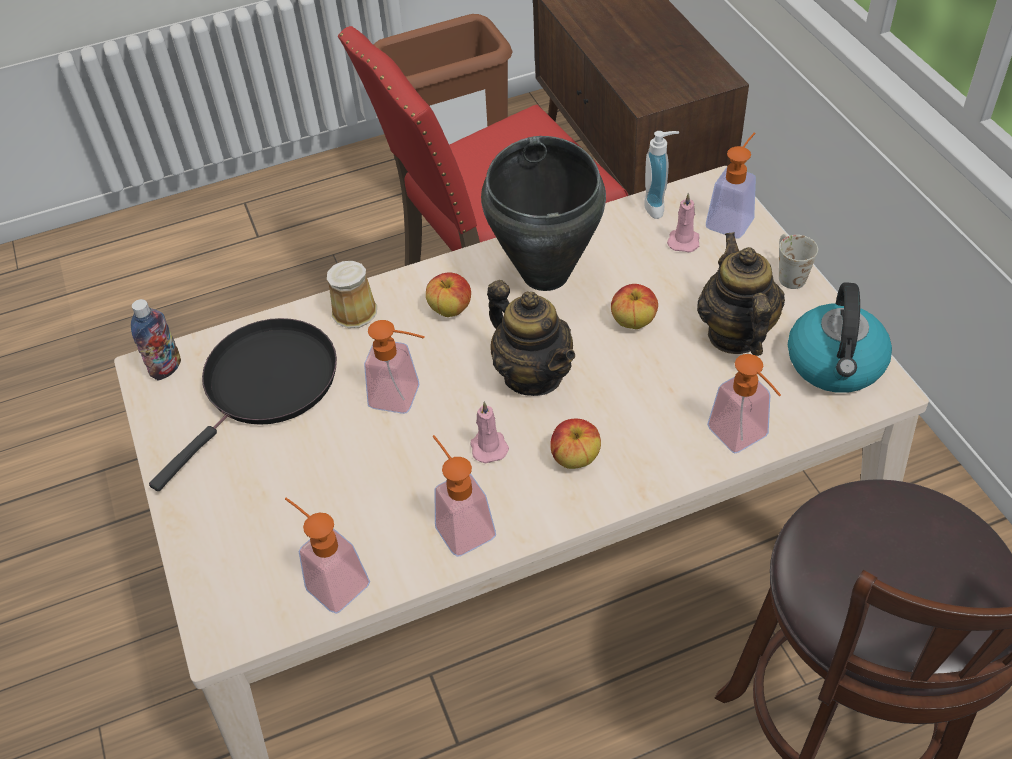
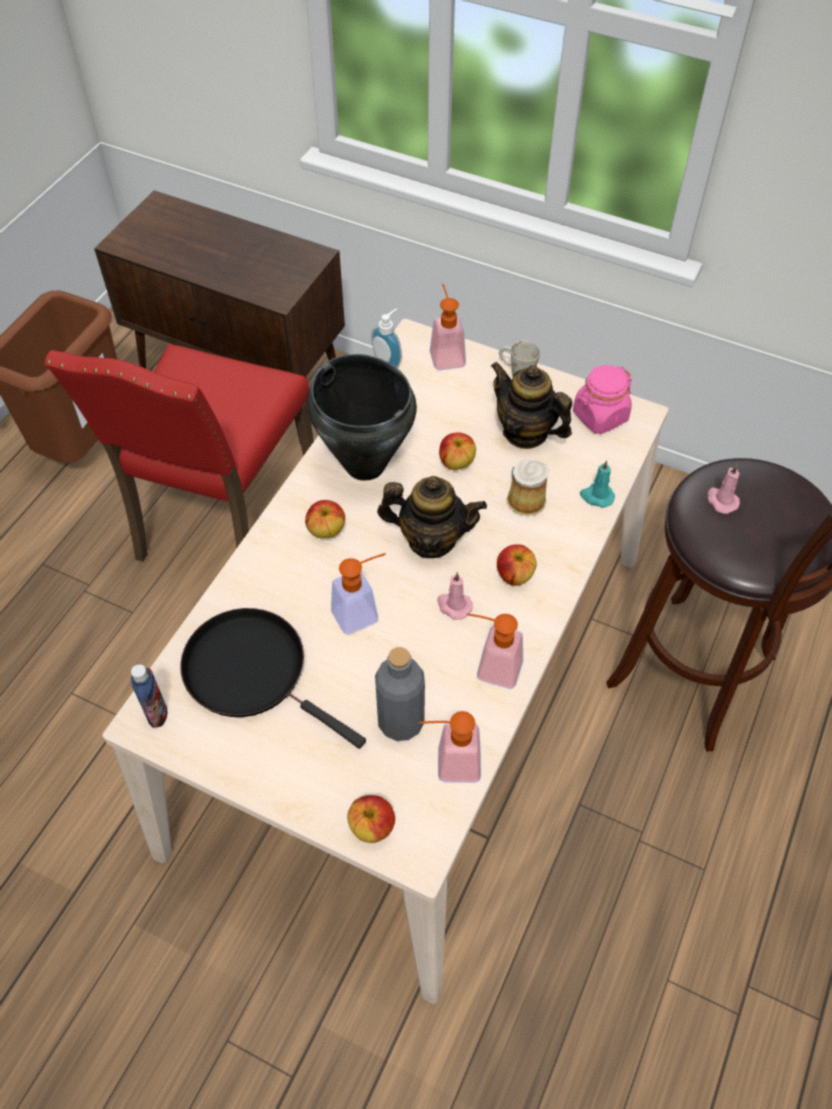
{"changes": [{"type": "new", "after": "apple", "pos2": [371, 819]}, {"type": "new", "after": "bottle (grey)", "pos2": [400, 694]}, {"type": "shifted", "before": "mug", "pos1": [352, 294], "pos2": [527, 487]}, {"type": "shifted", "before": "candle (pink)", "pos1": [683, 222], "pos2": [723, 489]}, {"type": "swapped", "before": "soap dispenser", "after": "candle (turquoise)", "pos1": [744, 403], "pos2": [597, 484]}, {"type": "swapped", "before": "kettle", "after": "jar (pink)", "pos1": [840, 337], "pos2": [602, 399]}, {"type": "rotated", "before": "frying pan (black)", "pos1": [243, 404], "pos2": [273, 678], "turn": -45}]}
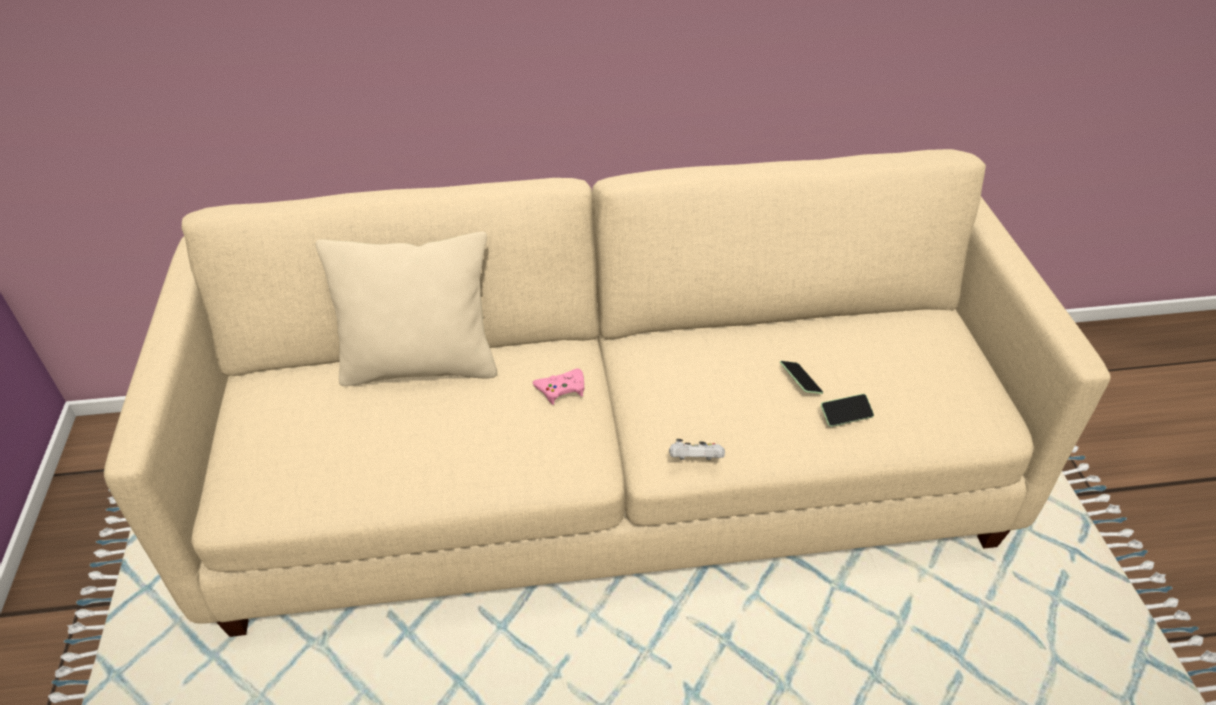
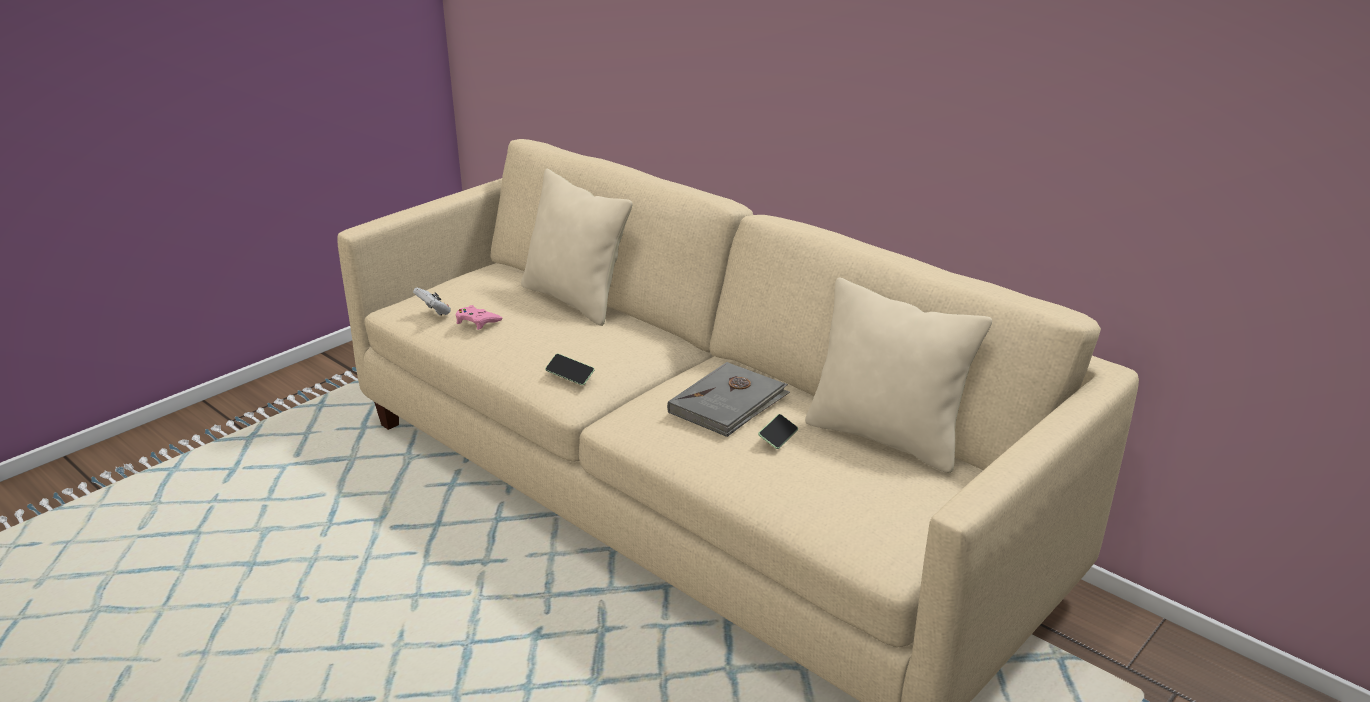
{"changes": [{"type": "new", "after": "book (grey)", "pos2": [728, 399]}, {"type": "new", "after": "pillow (beige)", "pos2": [898, 375]}, {"type": "shifted", "before": "game controller (pink)", "pos1": [558, 387], "pos2": [479, 317]}, {"type": "shifted", "before": "game controller (white)", "pos1": [697, 449], "pos2": [432, 301]}, {"type": "shifted", "before": "phone", "pos1": [847, 410], "pos2": [570, 369]}]}
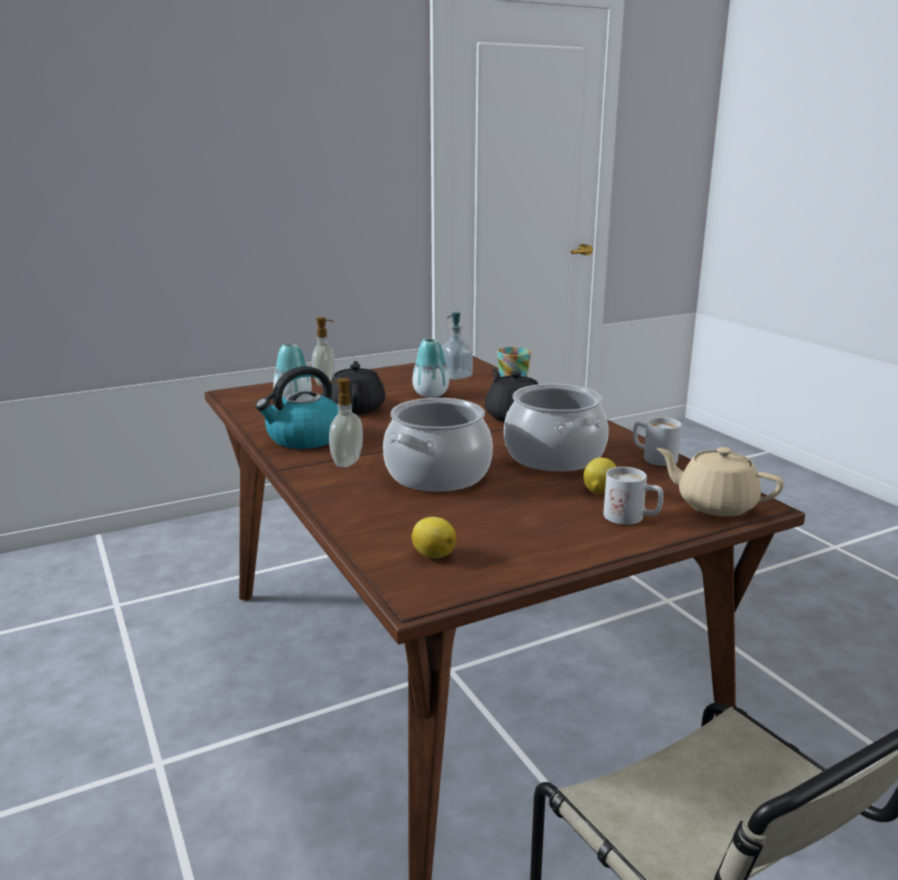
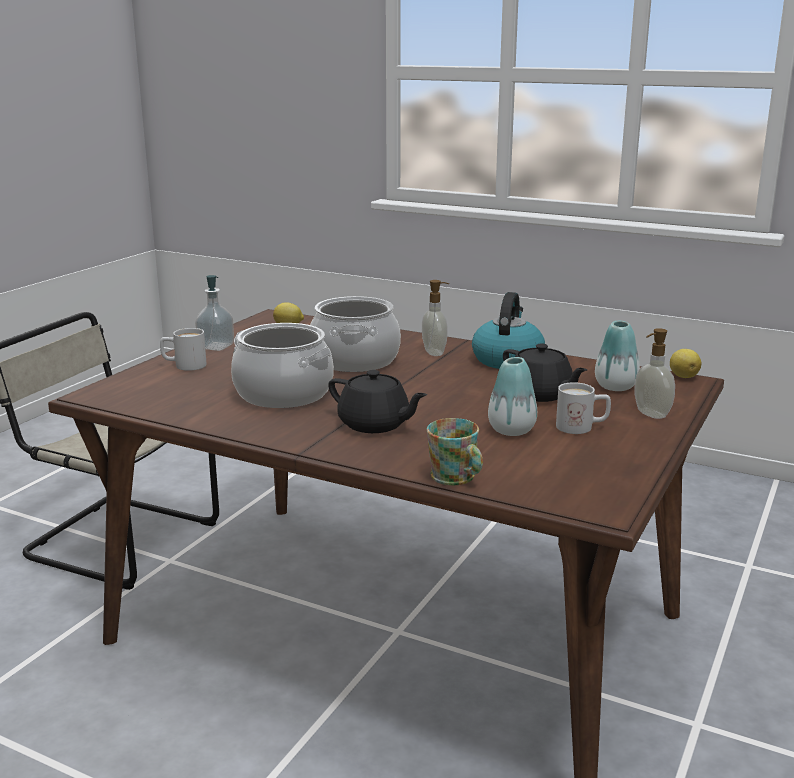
{"changes": [{"type": "gone", "before": "teapot (beige)", "pos1": [720, 482]}, {"type": "shifted", "before": "soap dispenser", "pos1": [457, 346], "pos2": [214, 313]}, {"type": "shifted", "before": "lemon", "pos1": [599, 475], "pos2": [686, 363]}, {"type": "shifted", "before": "mug (white)", "pos1": [657, 441], "pos2": [583, 408]}]}
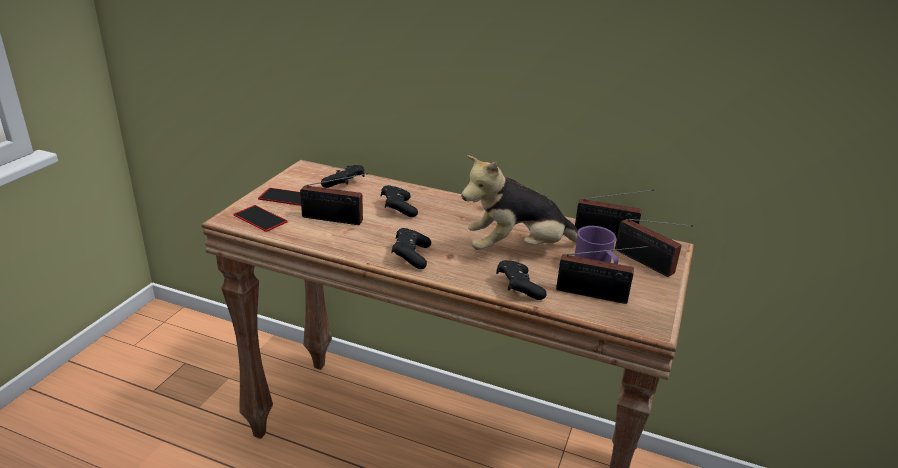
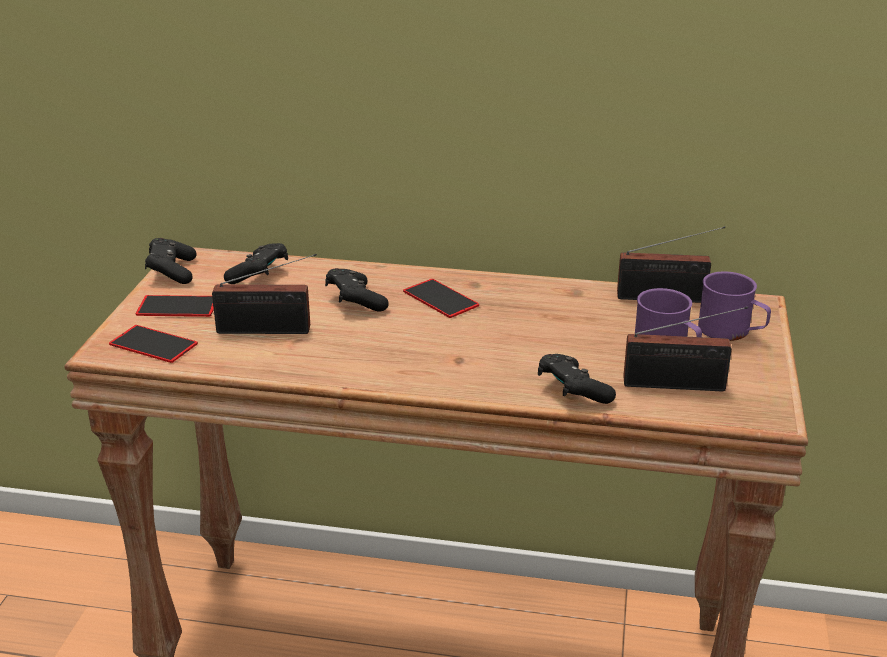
{"changes": [{"type": "gone", "before": "plush toy", "pos1": [519, 202]}, {"type": "new", "after": "phone", "pos2": [441, 298]}, {"type": "shifted", "before": "game controller (black)", "pos1": [411, 248], "pos2": [170, 261]}, {"type": "swapped", "before": "radio", "after": "mug (purple)", "pos1": [654, 248], "pos2": [734, 306]}]}
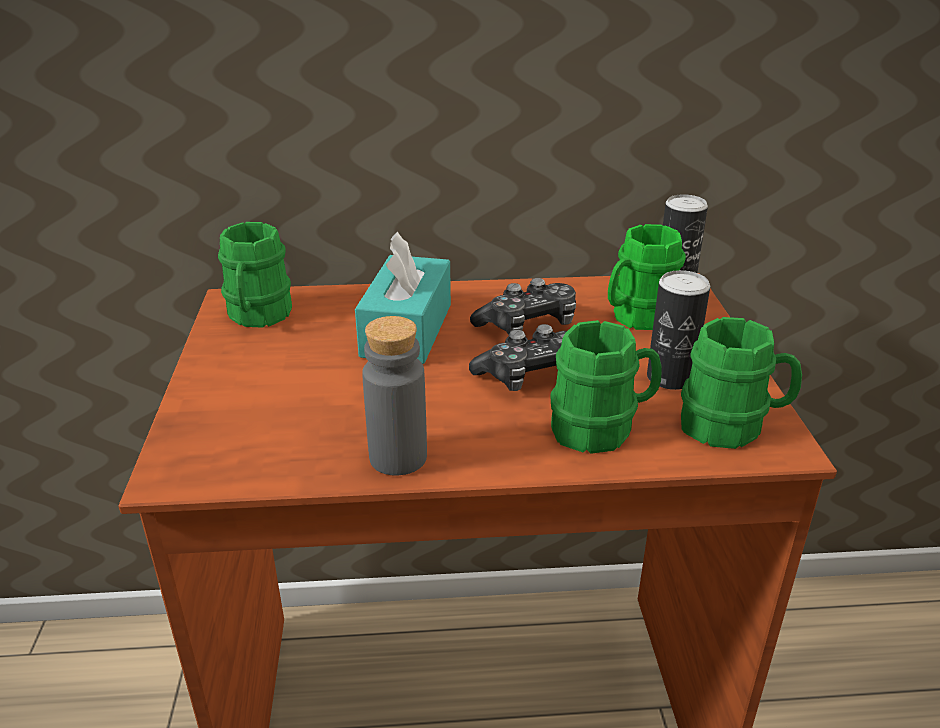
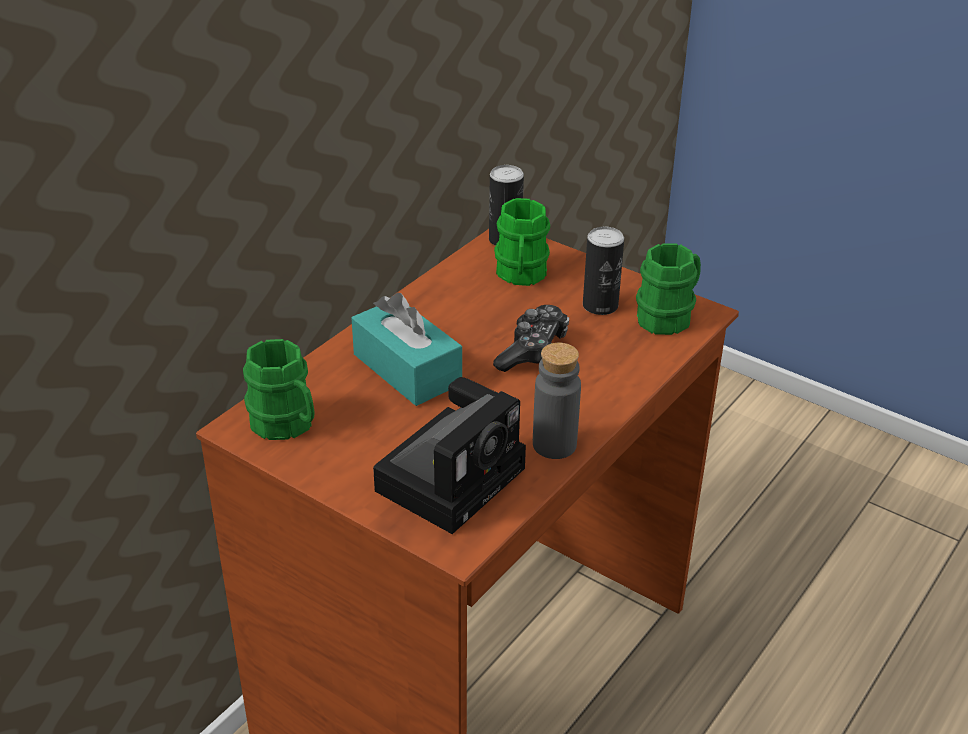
{"changes": [{"type": "gone", "before": "game controller", "pos1": [523, 306]}, {"type": "gone", "before": "mug (green)", "pos1": [606, 387]}, {"type": "new", "after": "photo camera", "pos2": [449, 455]}]}
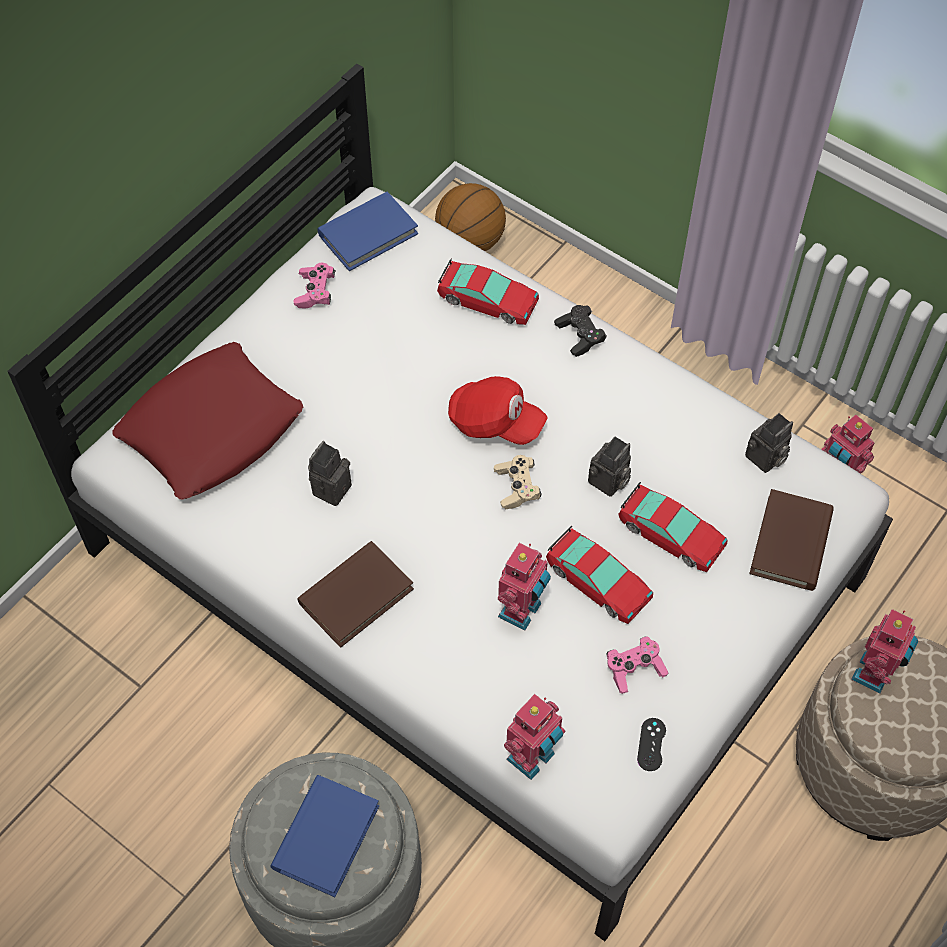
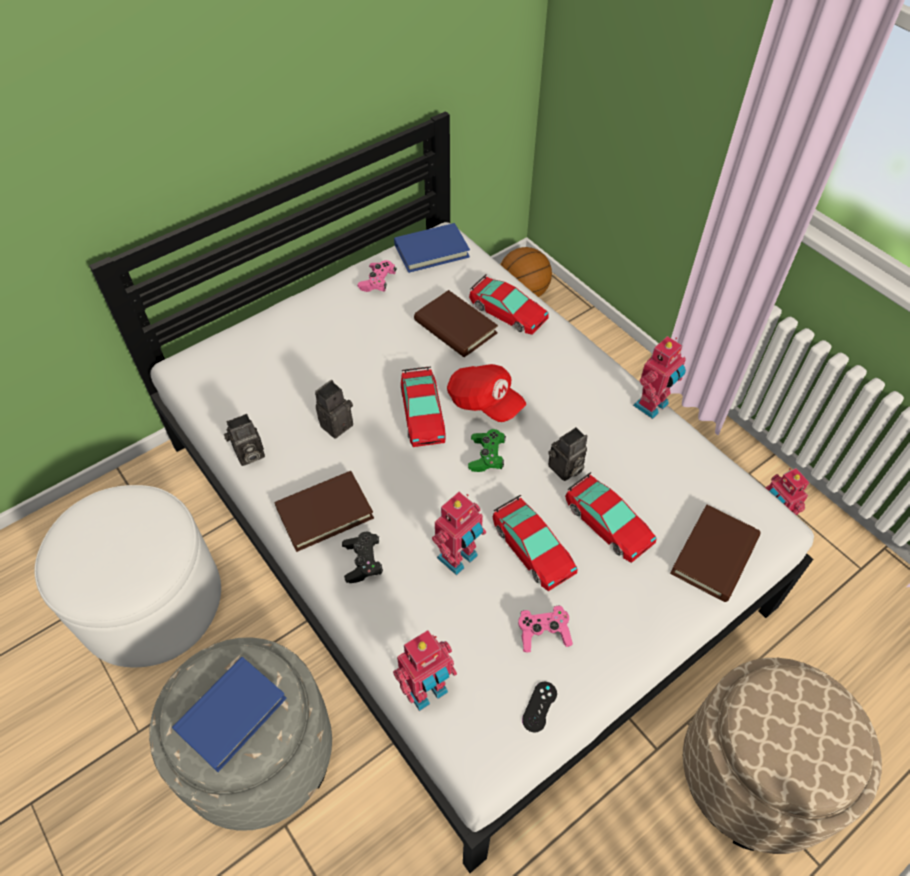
{"changes": [{"type": "gone", "before": "pillow (red)", "pos1": [207, 421]}, {"type": "new", "after": "ottoman (white)", "pos2": [128, 576]}, {"type": "new", "after": "toy car", "pos2": [423, 407]}, {"type": "new", "after": "book (brown)", "pos2": [456, 323]}, {"type": "shifted", "before": "game controller (black)", "pos1": [580, 331], "pos2": [362, 557]}, {"type": "shifted", "before": "photo camera", "pos1": [769, 443], "pos2": [244, 440]}, {"type": "shifted", "before": "toy robot", "pos1": [884, 651], "pos2": [659, 377]}, {"type": "repainted", "before": "game controller (beige)", "after": "game controller (green)", "pos1": [518, 482], "pos2": [487, 450]}]}
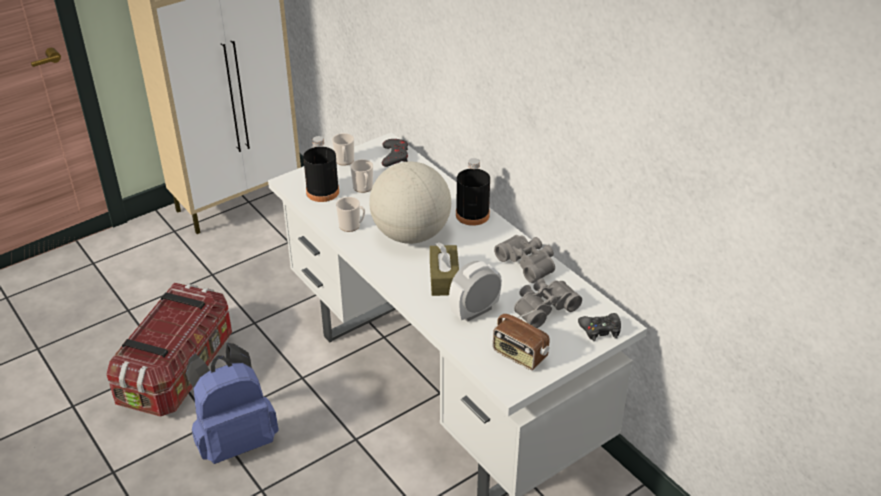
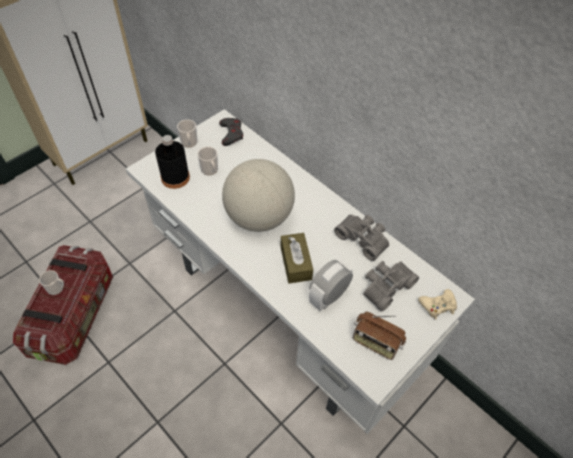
{"changes": [{"type": "gone", "before": "backpack (blue)", "pos1": [232, 403]}, {"type": "gone", "before": "bottle (black)", "pos1": [473, 192]}, {"type": "shifted", "before": "mug", "pos1": [350, 214], "pos2": [51, 282]}, {"type": "repainted", "before": "game controller (black)", "after": "game controller (beige)", "pos1": [599, 327], "pos2": [437, 304]}]}
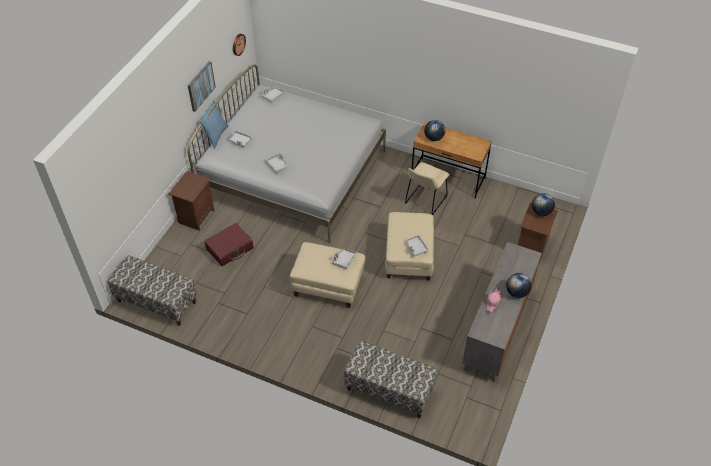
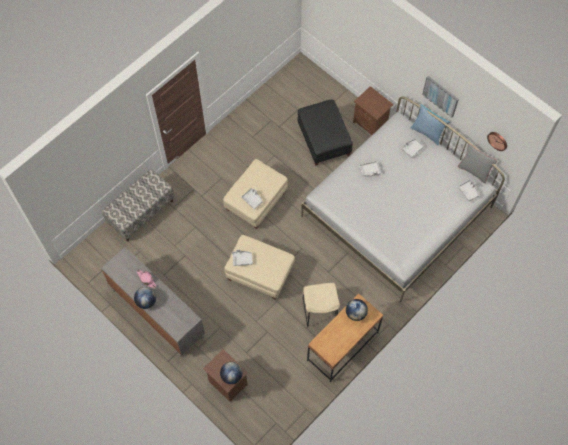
{"changes": [{"type": "gone", "before": "bench", "pos1": [152, 291]}, {"type": "new", "after": "pillow (grey)", "pos2": [477, 163]}, {"type": "swapped", "before": "suitcase (red)", "after": "ottoman (black)", "pos1": [229, 244], "pos2": [325, 133]}, {"type": "rotated", "before": "chair (beige)", "pos1": [427, 188], "pos2": [321, 305], "turn": -150}]}
